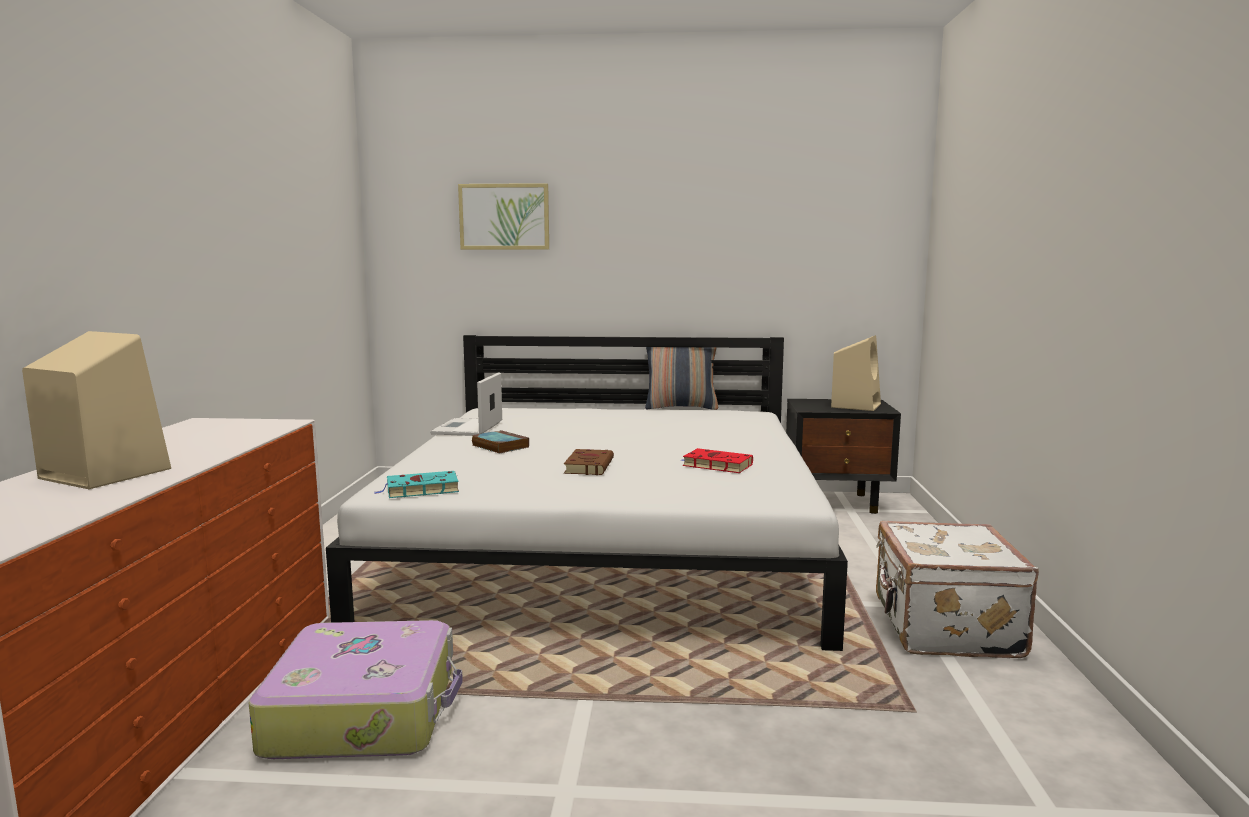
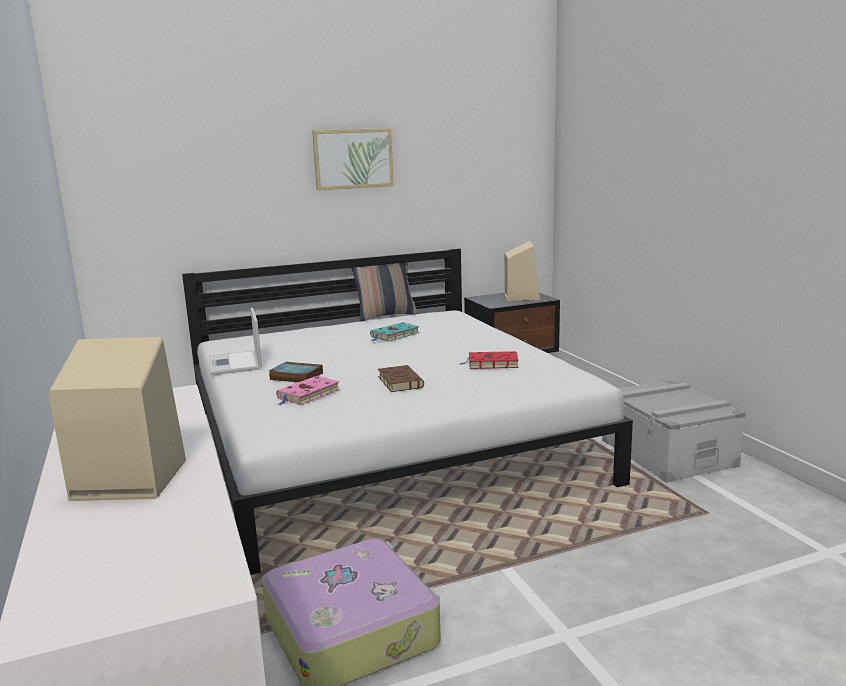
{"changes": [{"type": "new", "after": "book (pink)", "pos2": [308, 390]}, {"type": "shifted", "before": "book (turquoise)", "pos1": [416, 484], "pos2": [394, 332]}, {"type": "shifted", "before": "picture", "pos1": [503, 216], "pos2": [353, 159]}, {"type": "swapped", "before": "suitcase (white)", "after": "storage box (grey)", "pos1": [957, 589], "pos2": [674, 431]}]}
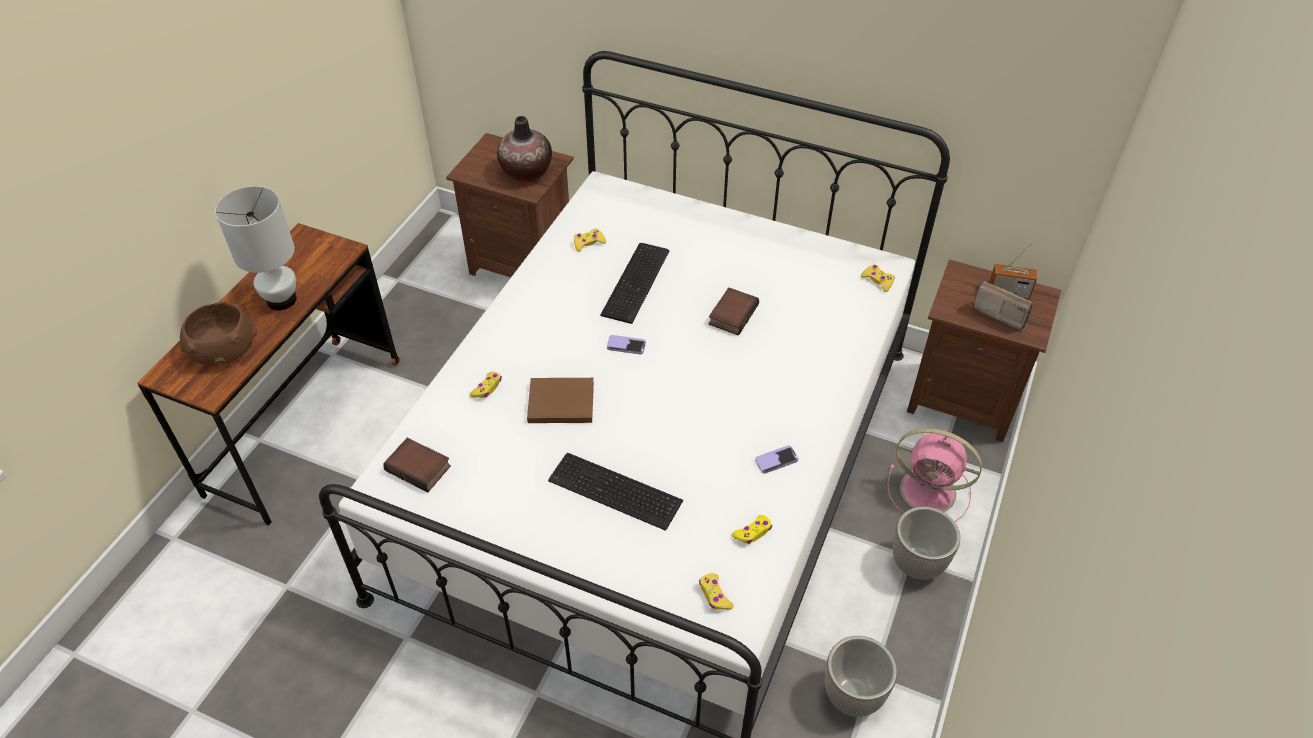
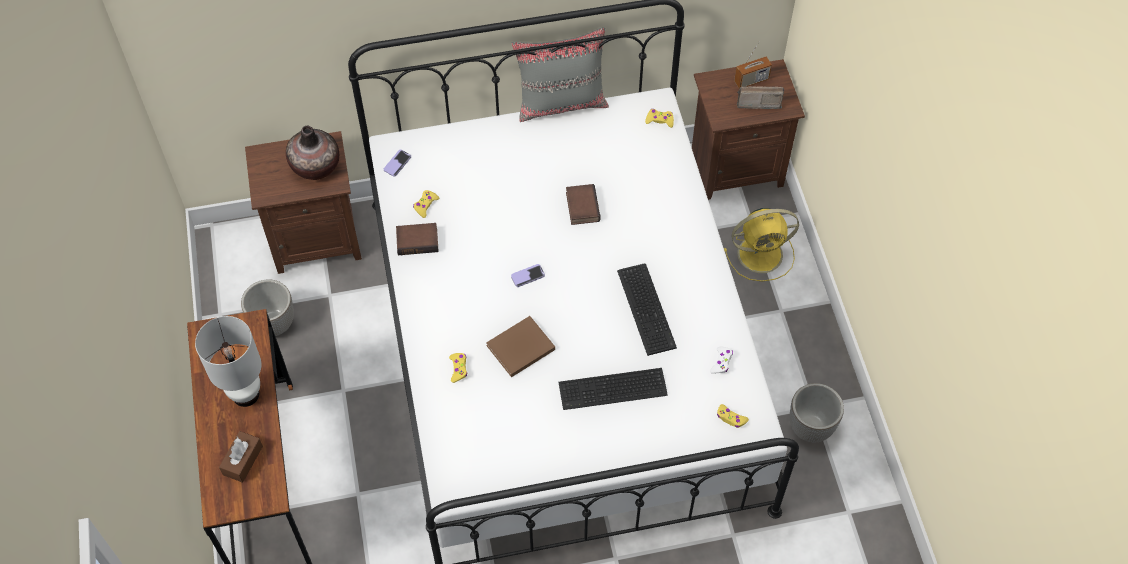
{"changes": [{"type": "new", "after": "pillow (grey)", "pos2": [560, 74]}, {"type": "shifted", "before": "book", "pos1": [417, 465], "pos2": [417, 239]}, {"type": "shifted", "before": "keyboard", "pos1": [634, 283], "pos2": [647, 310]}, {"type": "shifted", "before": "phone", "pos1": [776, 459], "pos2": [397, 163]}, {"type": "shifted", "before": "planter", "pos1": [926, 543], "pos2": [267, 307]}, {"type": "swapped", "before": "bowl (brown)", "after": "tissue box (brown)", "pos1": [218, 334], "pos2": [241, 457]}, {"type": "repainted", "before": "game controller (yellow)", "after": "game controller (white)", "pos1": [752, 529], "pos2": [721, 360]}, {"type": "repainted", "before": "fan (pink)", "after": "fan (yellow)", "pos1": [934, 475], "pos2": [761, 244]}]}
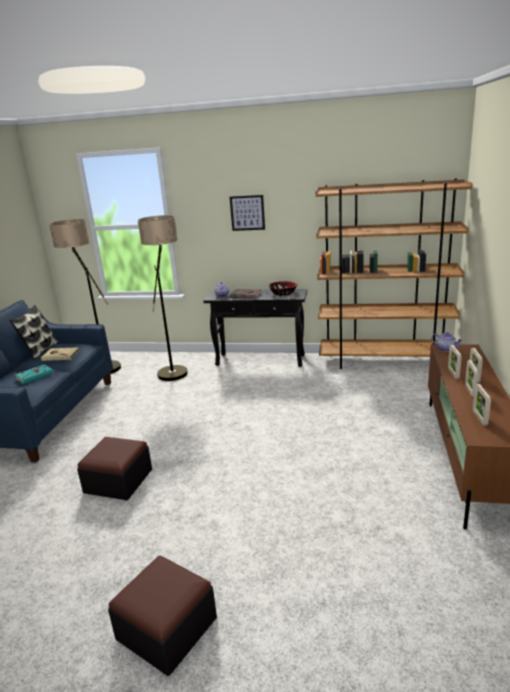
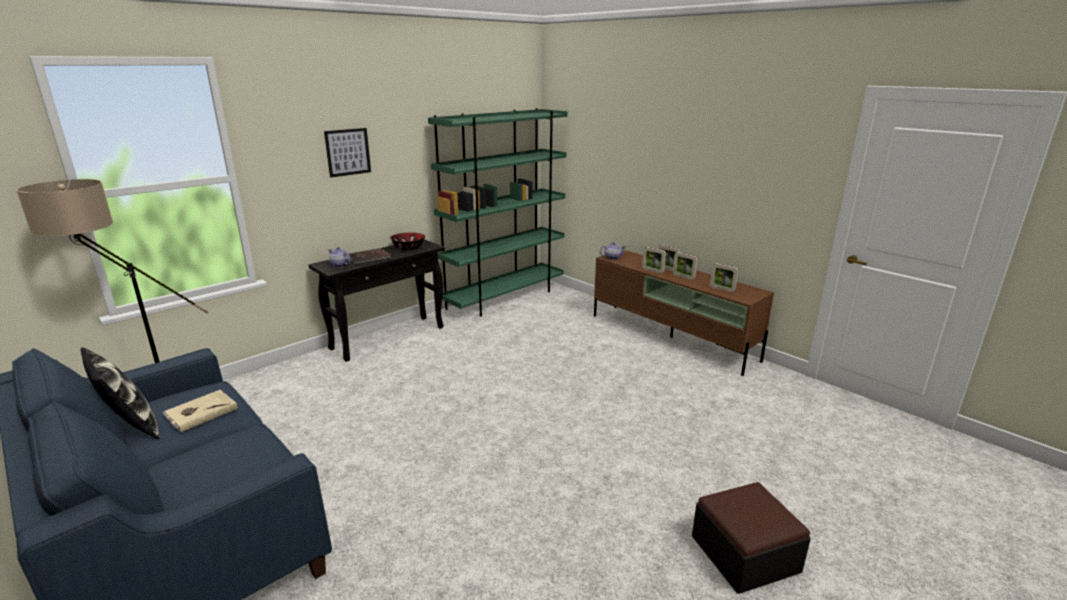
{"changes": [{"type": "gone", "before": "book (turquoise)", "pos1": [35, 374]}, {"type": "gone", "before": "ottoman", "pos1": [114, 468]}, {"type": "gone", "before": "floor lamp", "pos1": [162, 298]}, {"type": "repainted", "before": "bookcase (brown)", "after": "bookcase (green)", "pos1": [394, 273], "pos2": [497, 212]}]}
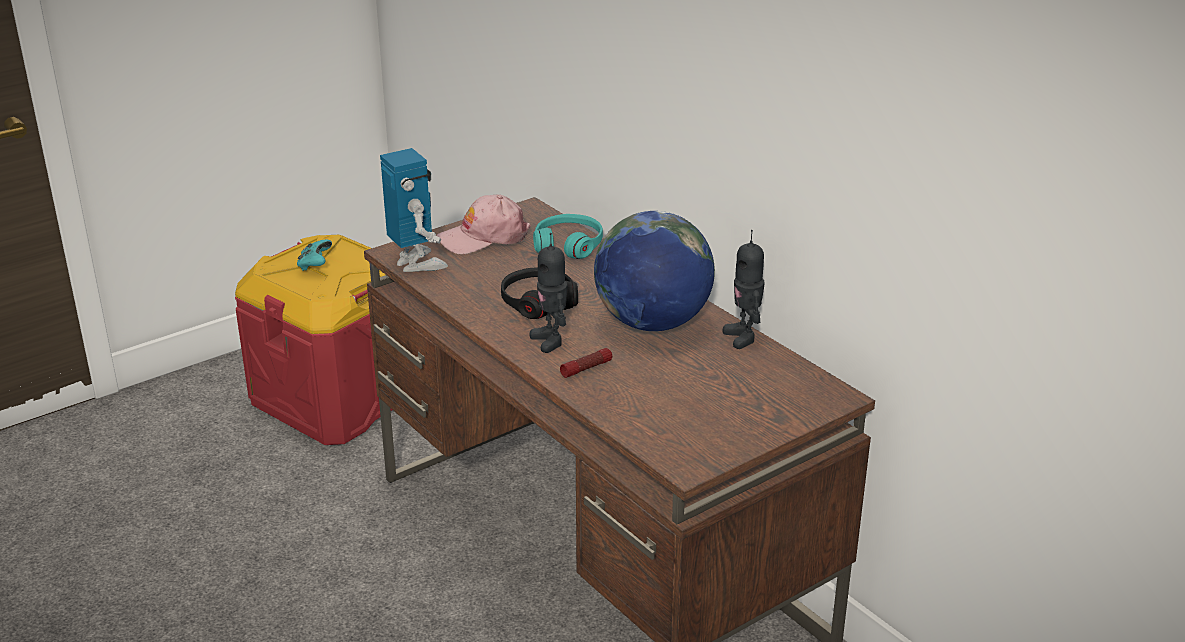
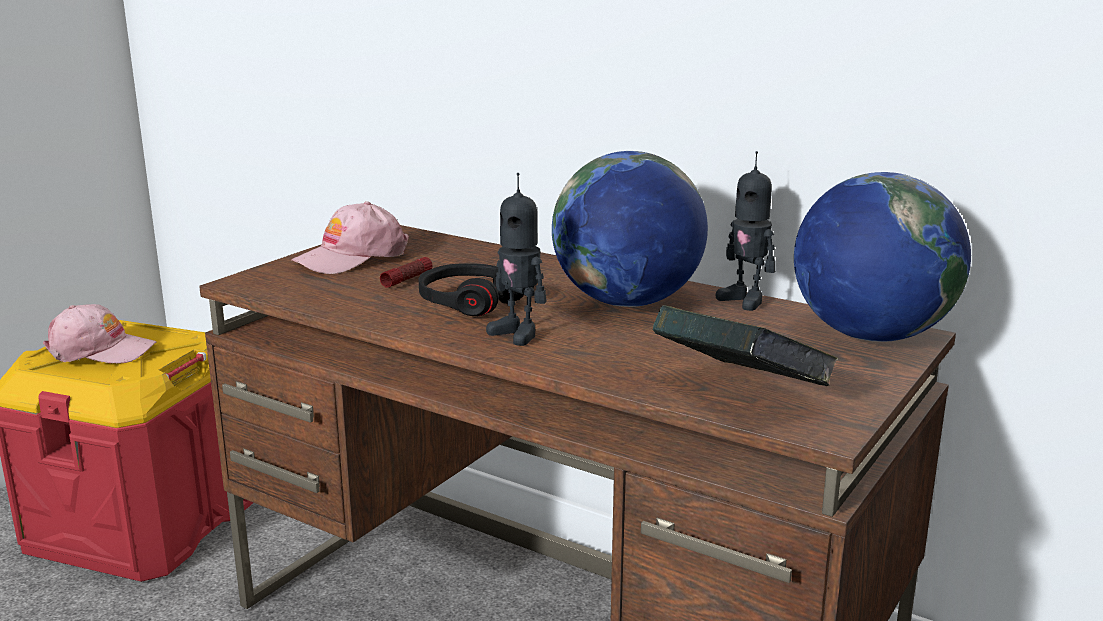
{"changes": [{"type": "gone", "before": "toy robot", "pos1": [414, 210]}, {"type": "gone", "before": "headphones (turquoise)", "pos1": [568, 236]}, {"type": "new", "after": "book", "pos2": [745, 345]}, {"type": "new", "after": "globe", "pos2": [882, 257]}, {"type": "shifted", "before": "flashlight", "pos1": [586, 363], "pos2": [406, 272]}, {"type": "swapped", "before": "game controller (turquoise)", "after": "cap (pink)", "pos1": [314, 255], "pos2": [99, 334]}]}
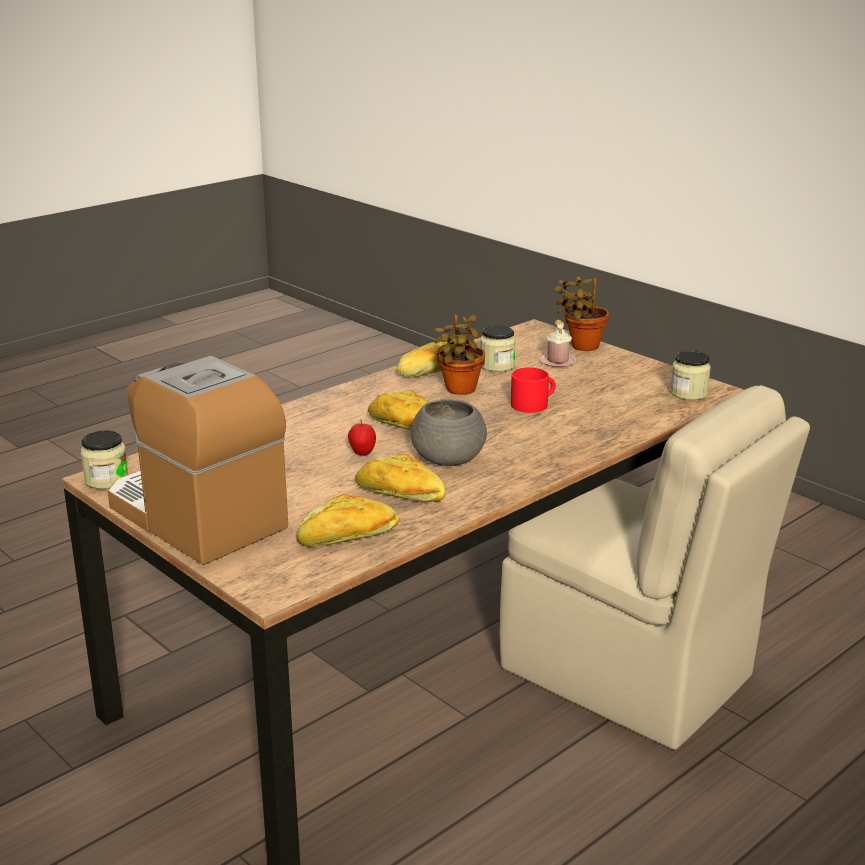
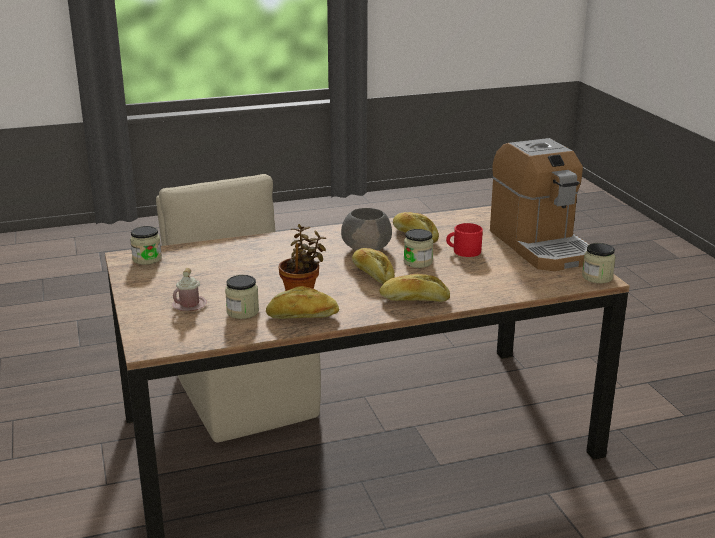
{"changes": [{"type": "gone", "before": "potted plant", "pos1": [581, 314]}, {"type": "shifted", "before": "bread", "pos1": [347, 520], "pos2": [414, 288]}, {"type": "shifted", "before": "mug (red)", "pos1": [533, 390], "pos2": [464, 240]}, {"type": "swapped", "before": "apple", "after": "jar", "pos1": [362, 437], "pos2": [418, 248]}]}
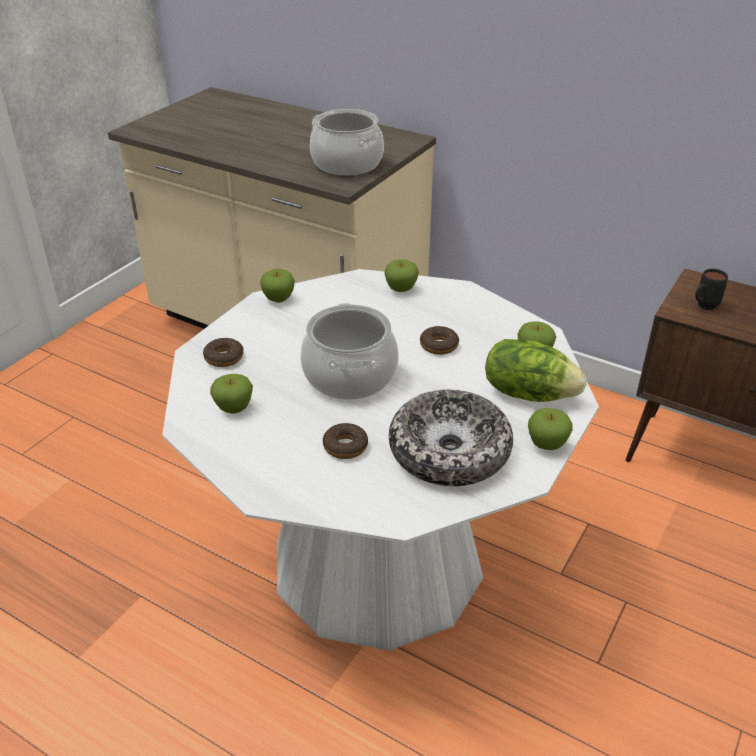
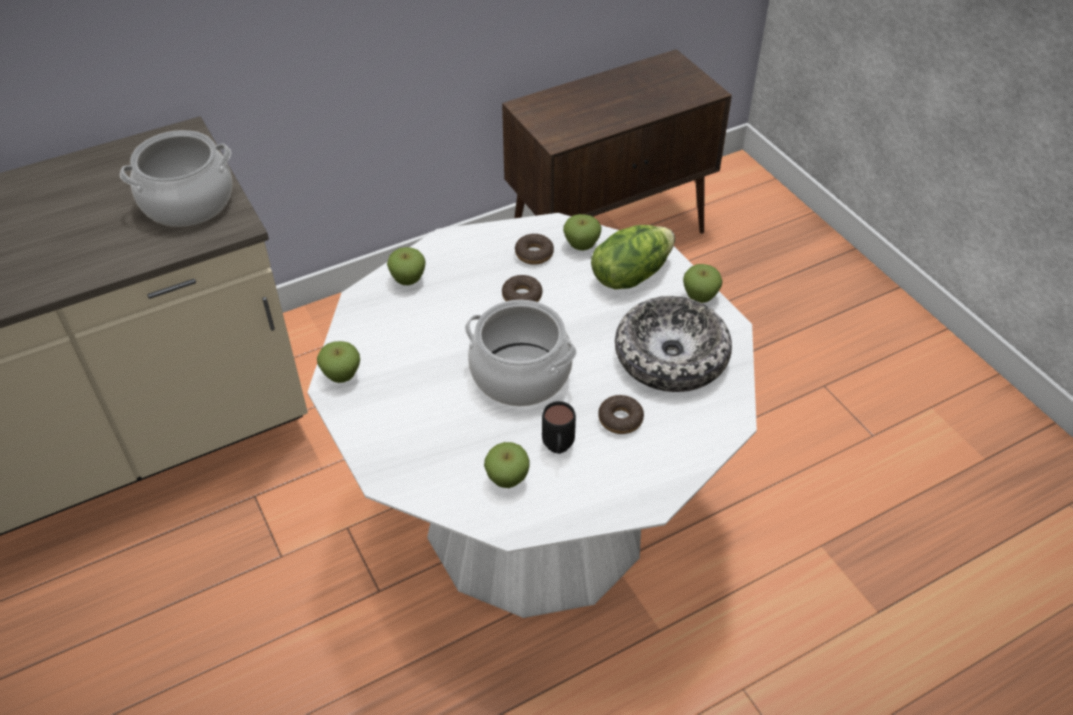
{"changes": [{"type": "shifted", "before": "donut", "pos1": [223, 352], "pos2": [534, 249]}, {"type": "shifted", "before": "mug (black)", "pos1": [711, 289], "pos2": [559, 427]}]}
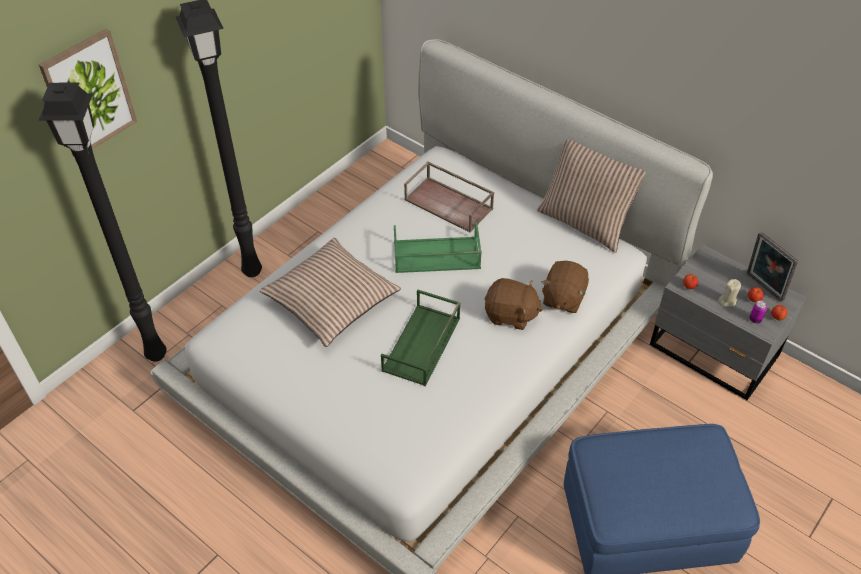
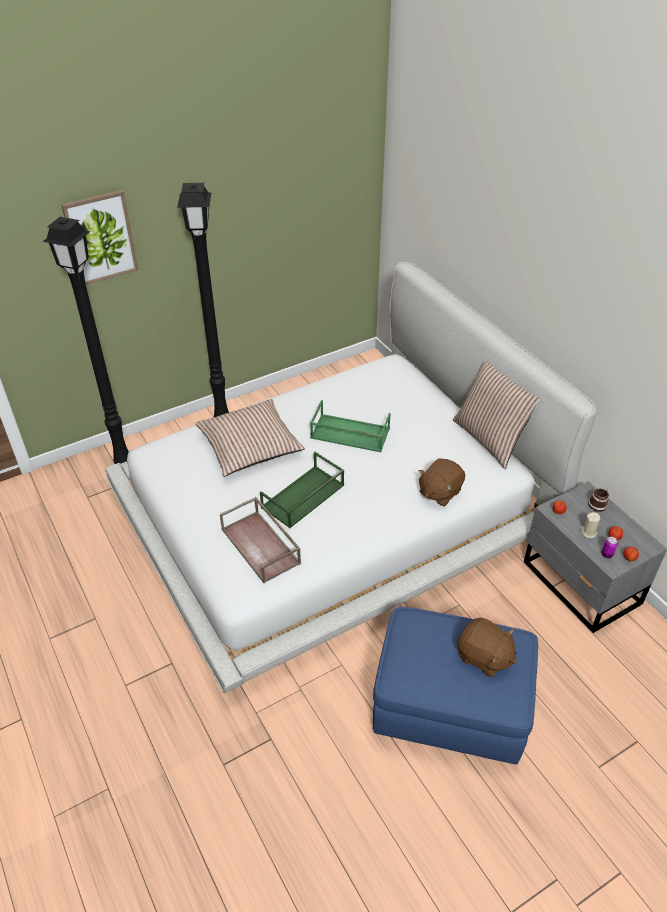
{"changes": [{"type": "gone", "before": "picture frame", "pos1": [772, 267]}, {"type": "new", "after": "mug", "pos2": [598, 500]}, {"type": "shifted", "before": "tray (brown)", "pos1": [449, 197], "pos2": [260, 540]}, {"type": "shifted", "before": "plush toy (brown)", "pos1": [514, 304], "pos2": [487, 647]}]}
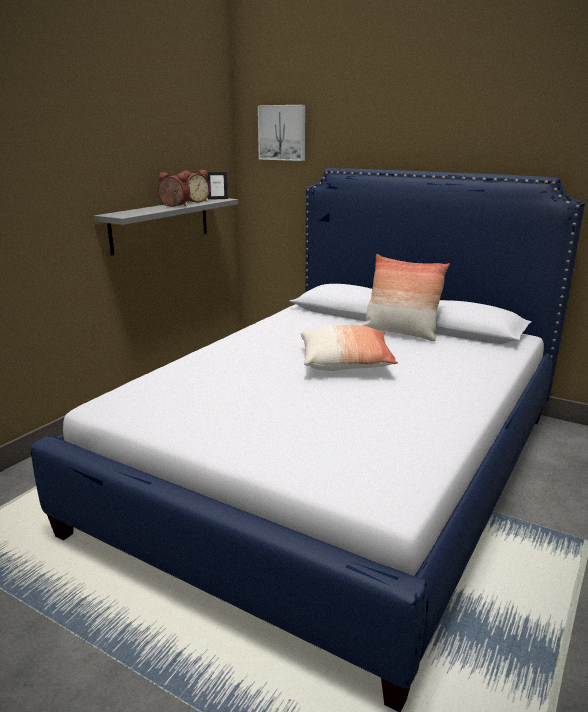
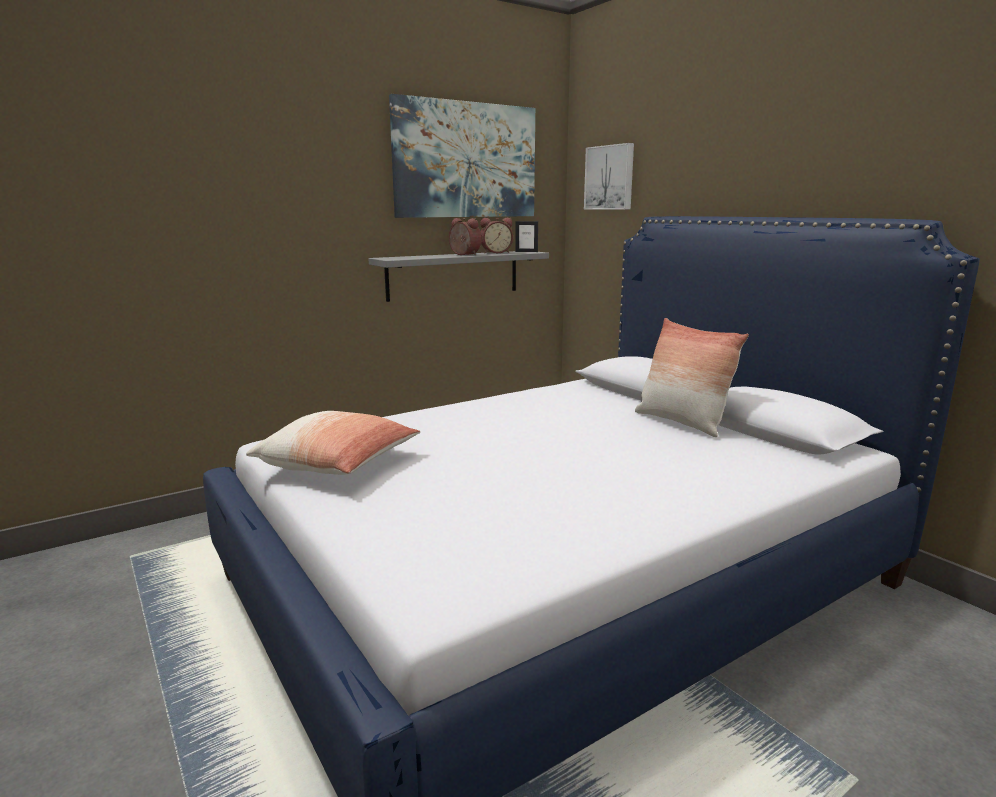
{"changes": [{"type": "new", "after": "picture", "pos2": [462, 156]}, {"type": "shifted", "before": "pillow", "pos1": [349, 348], "pos2": [333, 443]}]}
